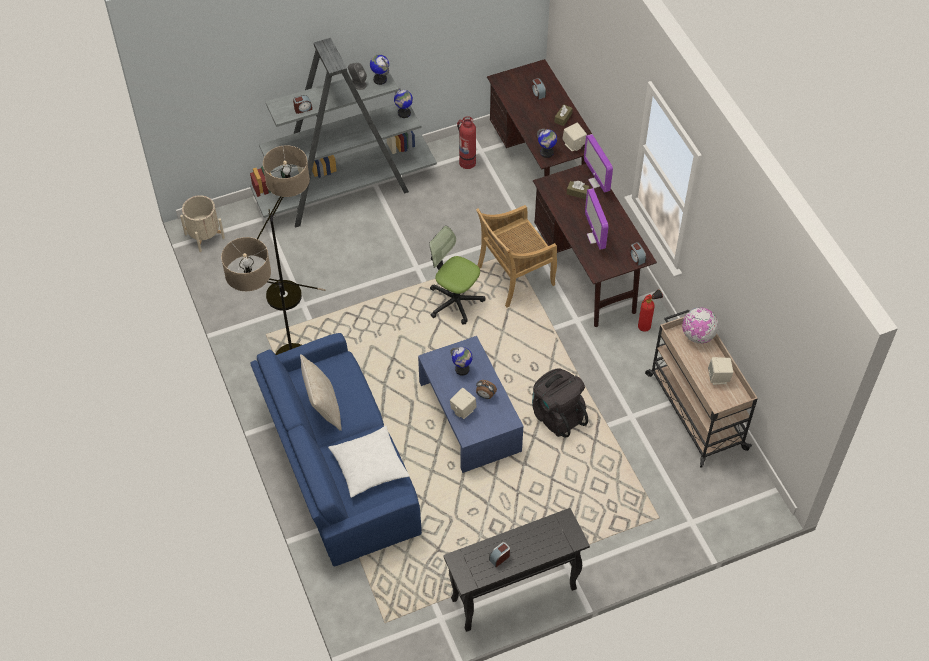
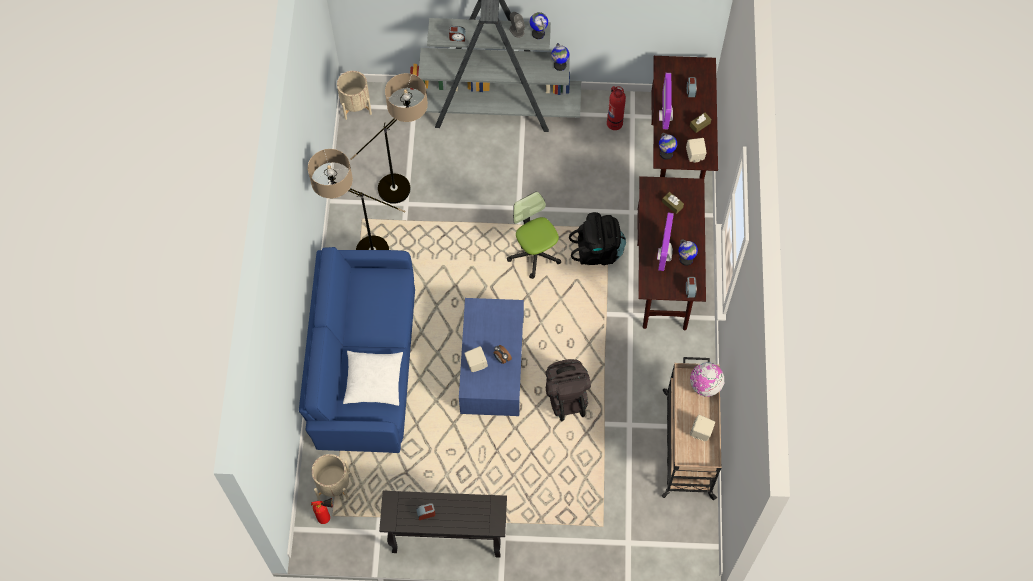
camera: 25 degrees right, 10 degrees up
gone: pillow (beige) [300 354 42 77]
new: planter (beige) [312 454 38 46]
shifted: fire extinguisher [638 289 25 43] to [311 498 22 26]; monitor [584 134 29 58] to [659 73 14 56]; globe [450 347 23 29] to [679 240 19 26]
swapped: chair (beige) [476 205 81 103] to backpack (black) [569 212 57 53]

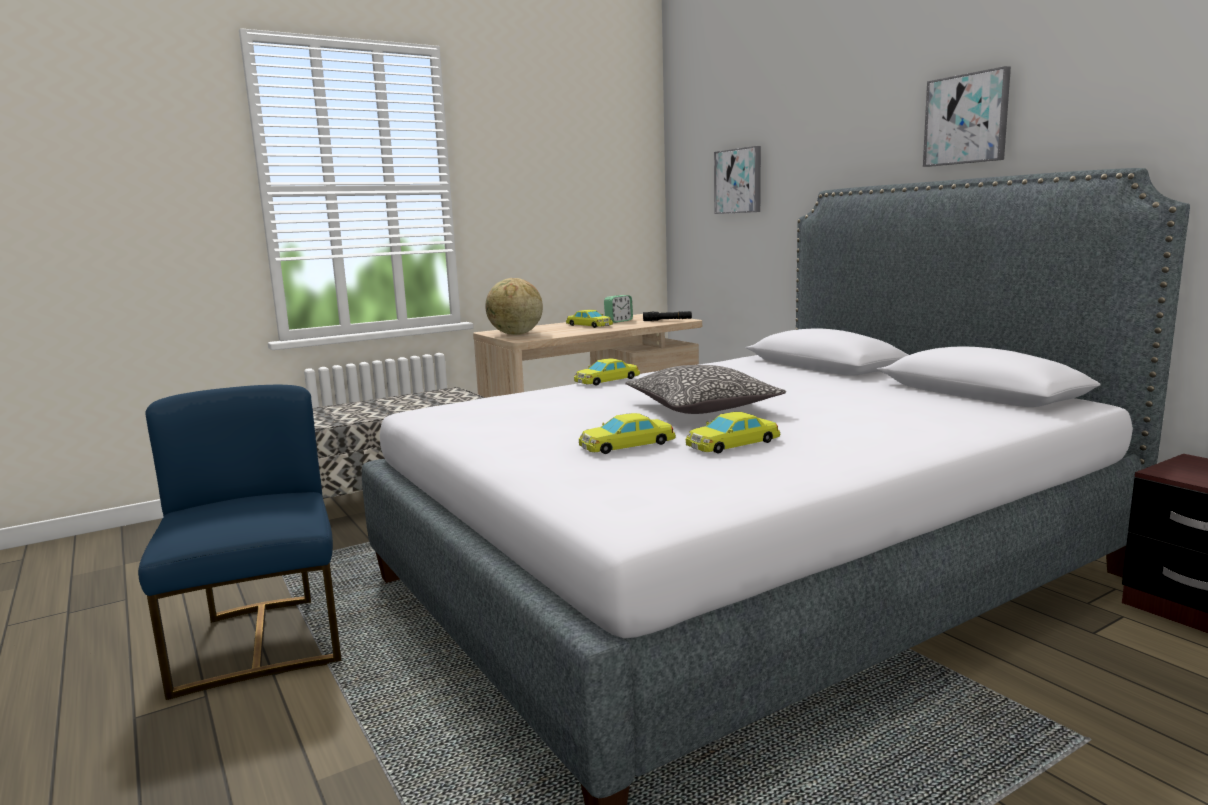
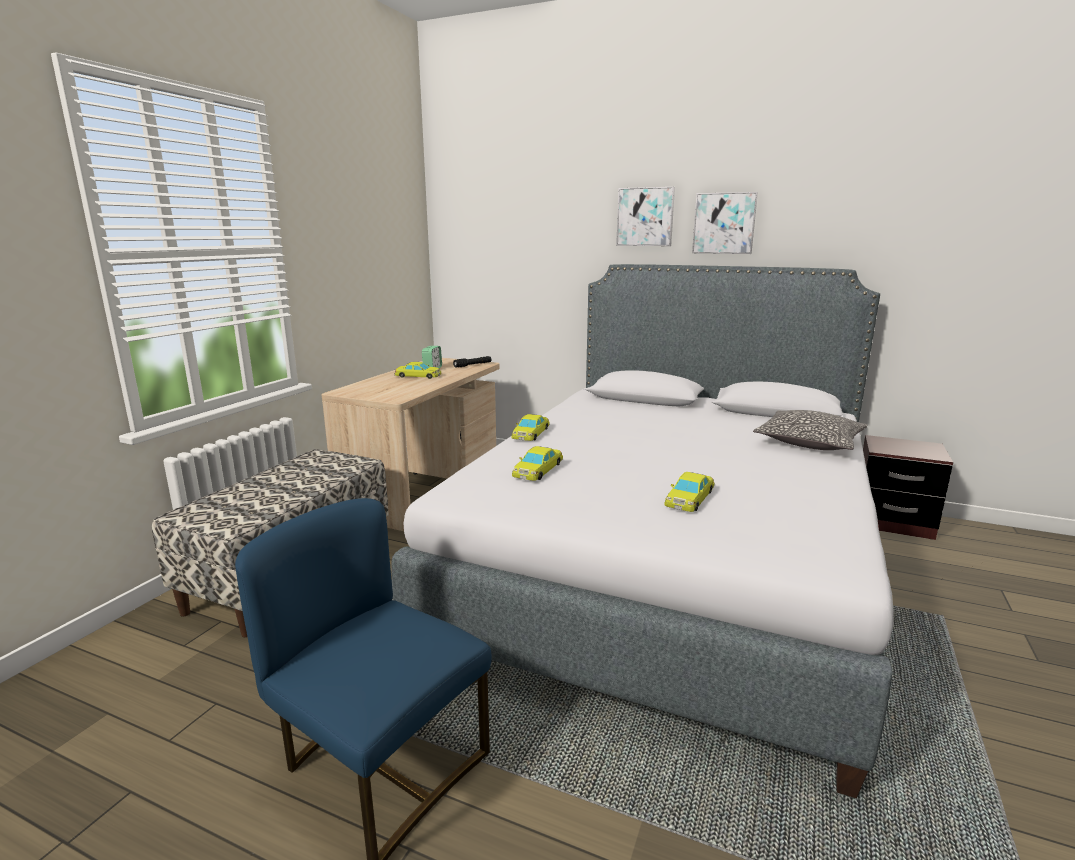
camera: 35 degrees left, 5 degrees up
gone: globe [485 278 58 57]
shifted: toy car (yellow) [686 412 94 42] to [512 446 51 35]; picture [714 146 47 68] to [616 187 59 59]; pillow [625 365 161 49] to [753 410 115 40]

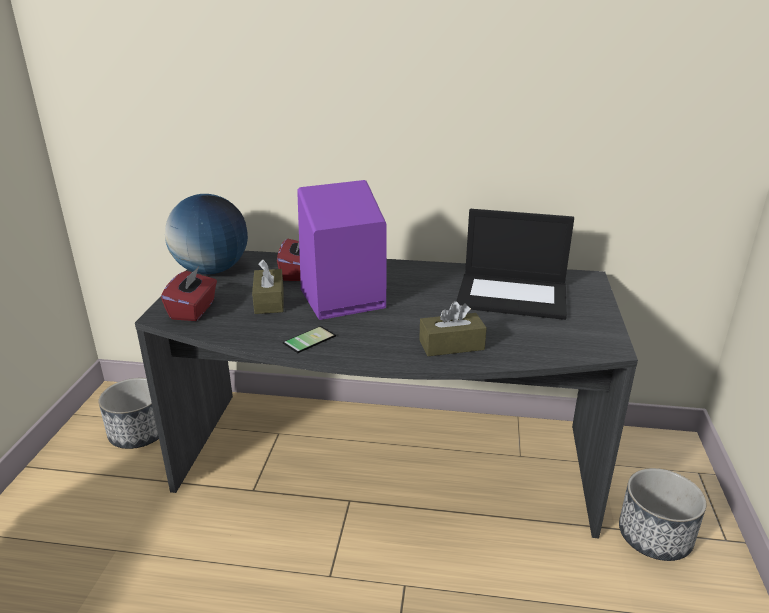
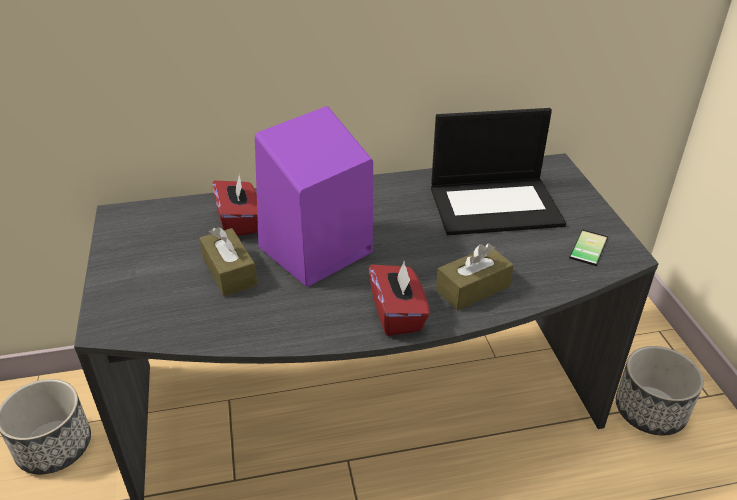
camera: 20 degrees left, 10 degrees up
gone: globe [165 194 83 80]
shifted: tissue box (red) [161 267 56 54] to [369 260 61 76]; phone [283 326 53 27] to [569 229 39 37]

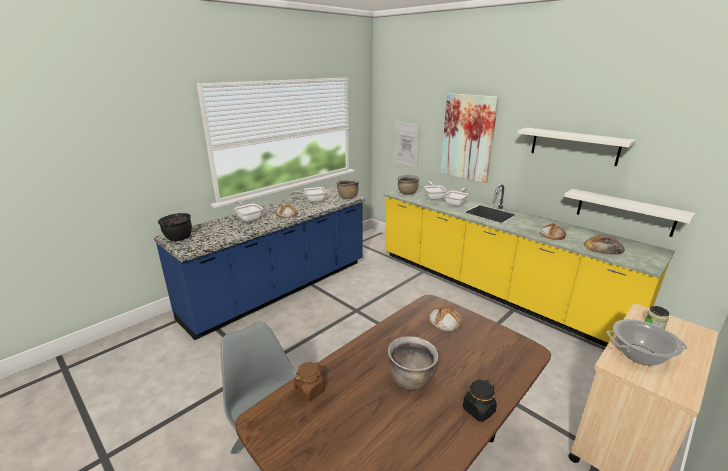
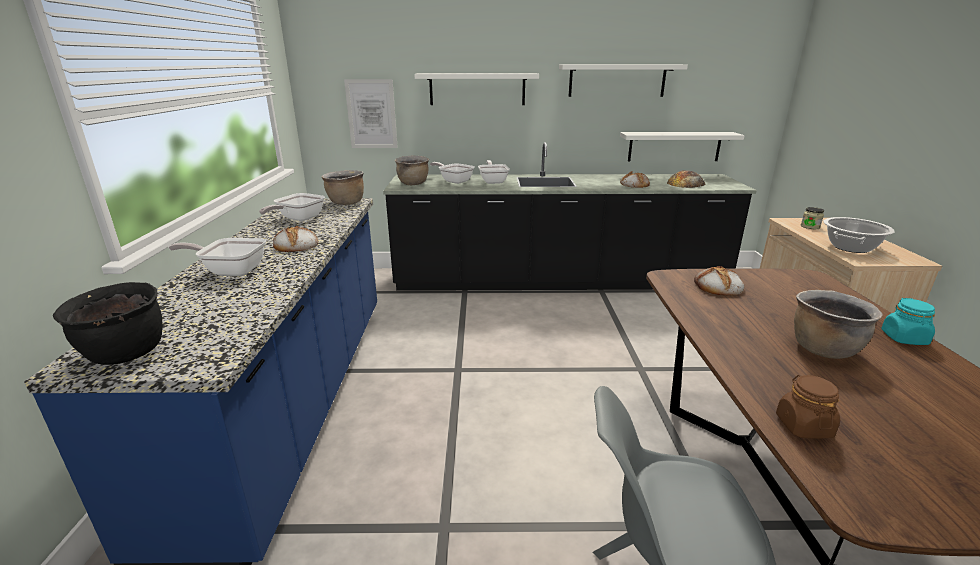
camera: 45 degrees left, 0 degrees up
swapped: picture [441 93 58 90] to shelf (white) [414 73 125 32]
repainted: counter (yellow) [384 184 291 163] to counter (black) [383 142 374 149]; jar (black) [463 380 34 42] to jar (turquoise) [881 298 54 47]

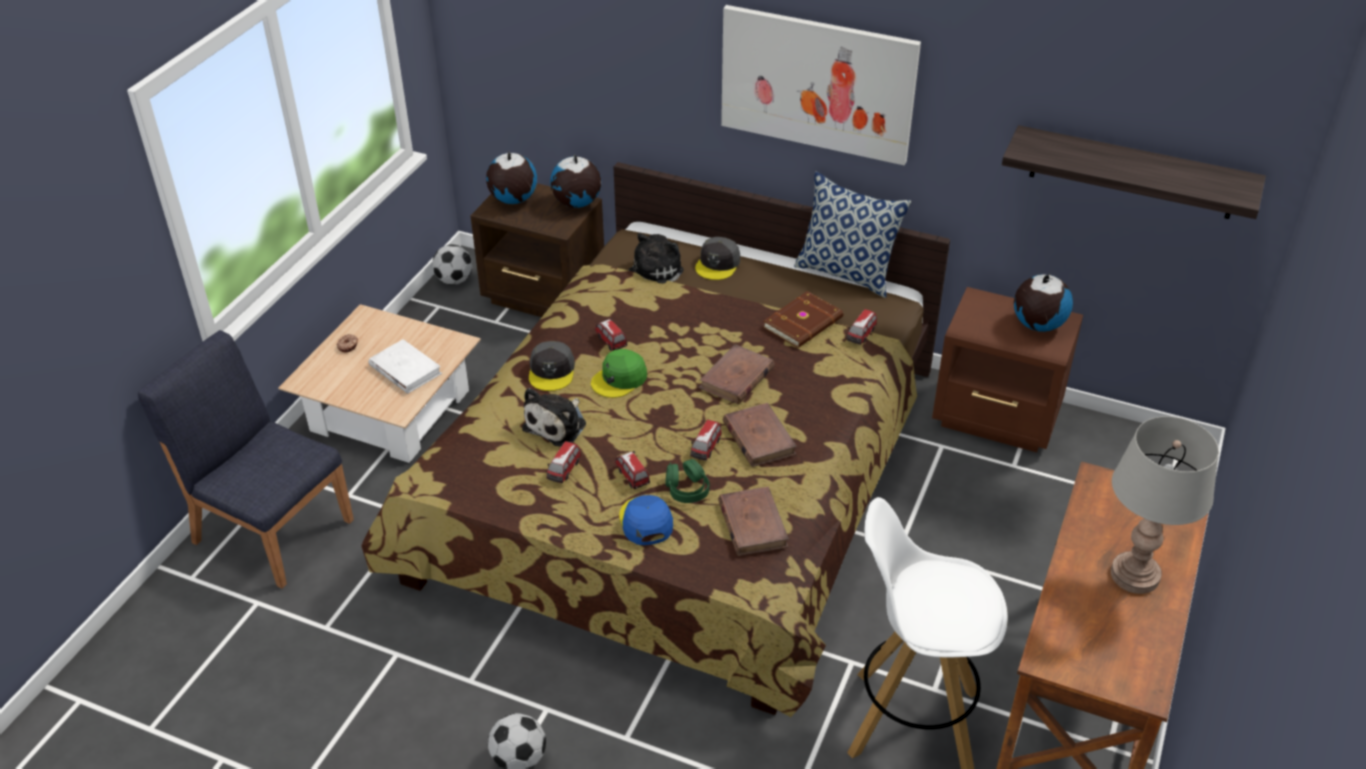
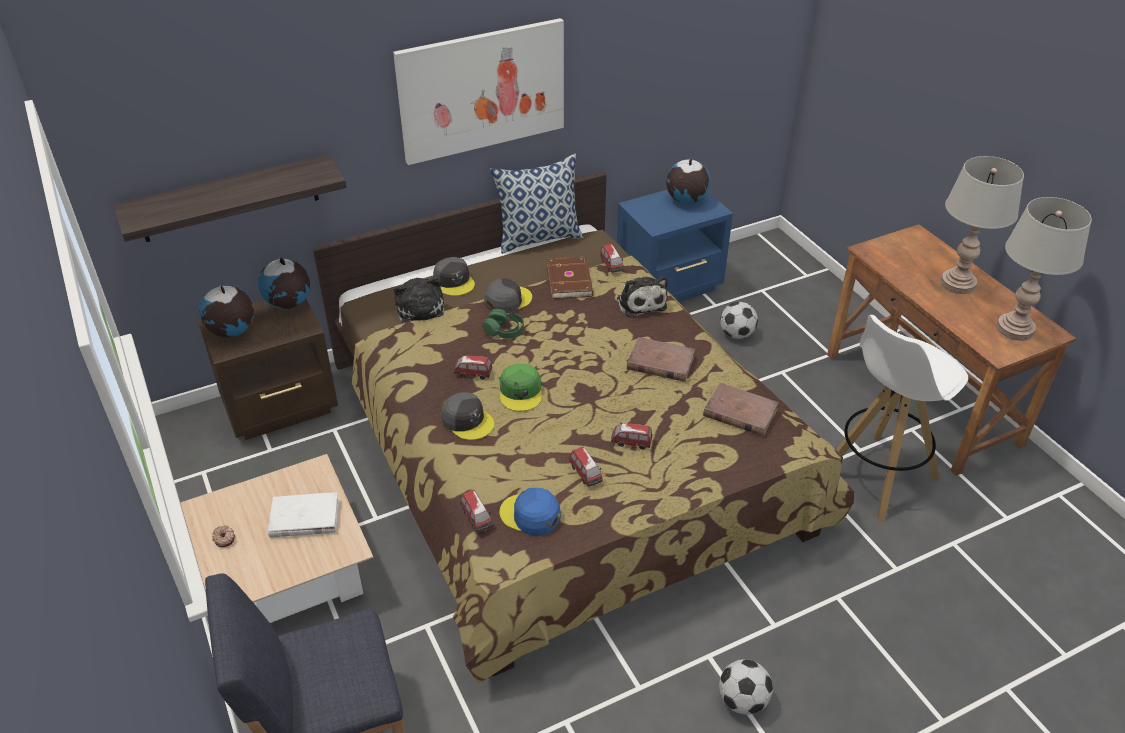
camera: 50 degrees left, 0 degrees up
gone: book (brown) [698 344 77 60]
new: cap (grey) [484 278 48 35]; table lamp (grey) [997 197 95 144]
shifted: shelf [1002 125 264 94] to [113 154 233 88]; toy car [690 419 32 42] to [460 490 33 42]; headphones (green) [666 459 43 44] to [482 309 42 30]; cap (blue) [619 495 54 50] to [499 488 62 48]; plush toy [522 388 64 59] to [617 276 51 42]; football [432 245 40 40] to [720 302 38 37]
repainted: nightstand (brown) [932 287 151 165] to nightstand (blue) [617 190 116 112]

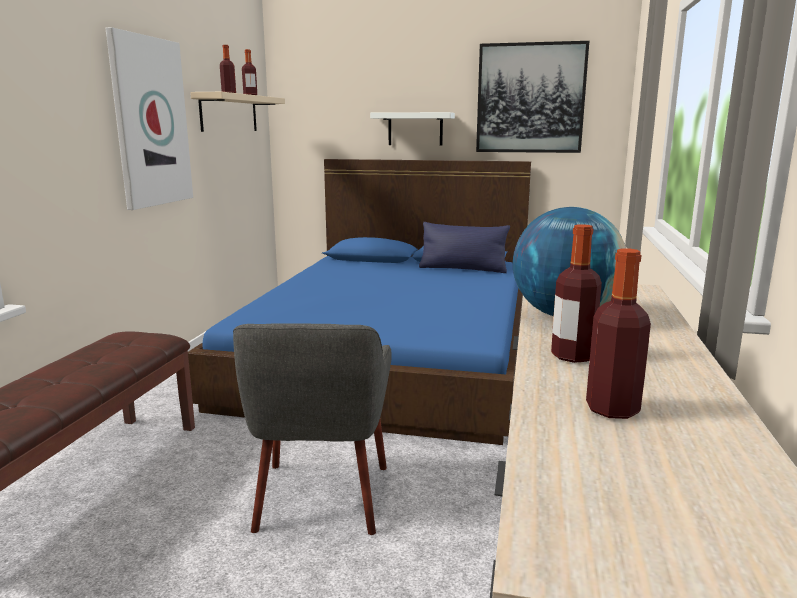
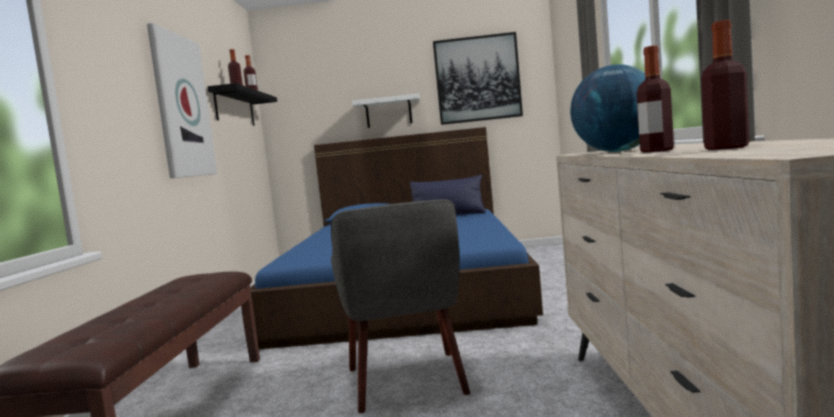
camera: 10 degrees left, 10 degrees down
repainted: shelf (beige) [190 92 95 40] to shelf (black) [207 83 70 43]

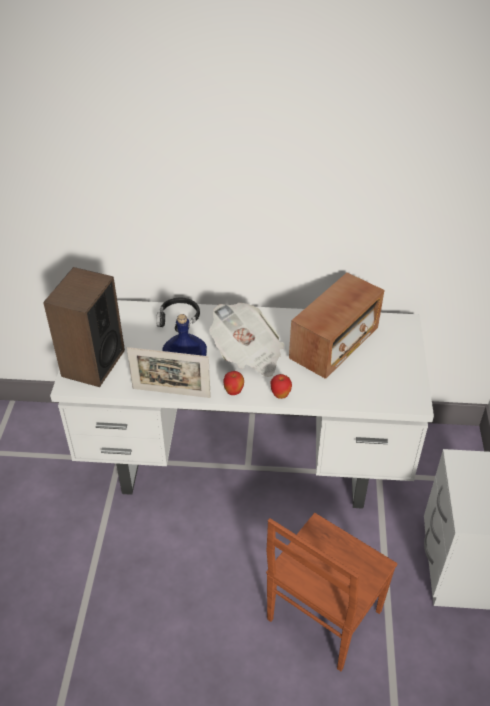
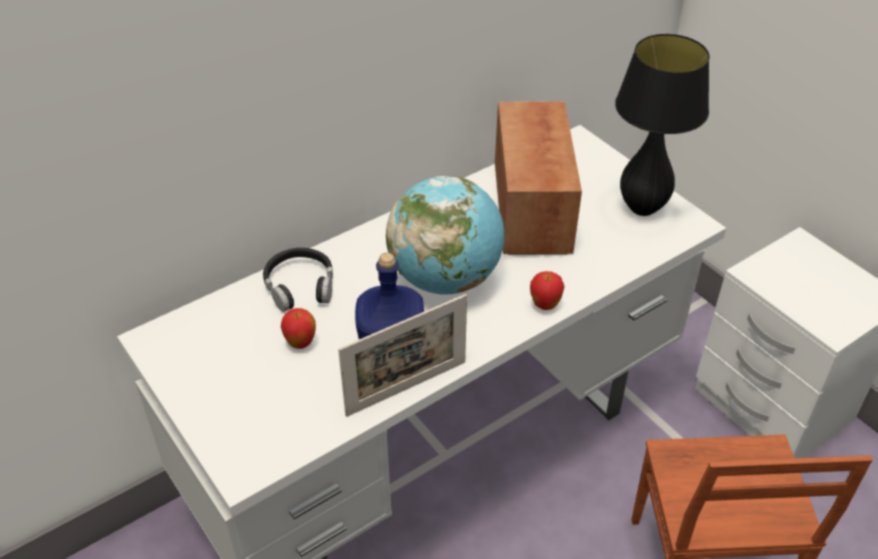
camera: 40 degrees left, 0 degrees up
gone: speaker [43 267 82 120]
new: table lamp (black) [615 34 95 182]
shifted: apple [223 371 21 24] to [281 308 35 41]
swapped: newspaper [209 303 75 74] to globe [386 176 118 119]

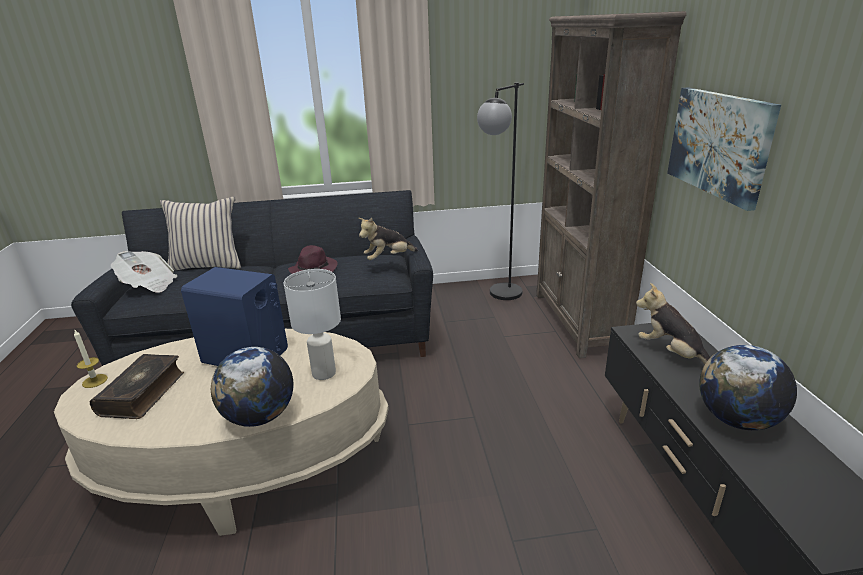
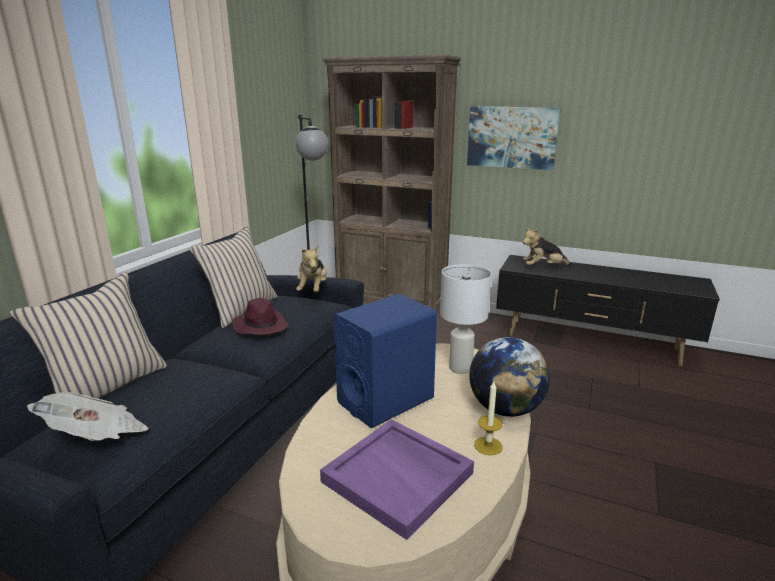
camera: 60 degrees left, 5 degrees down
gone: globe [699 345 98 85]
new: pillow (beige) [189 226 89 102]
shifted: candle [74 330 34 58] to [474 381 29 74]
swapped: book [90 354 94 65] to tray (purple) [320 419 154 121]

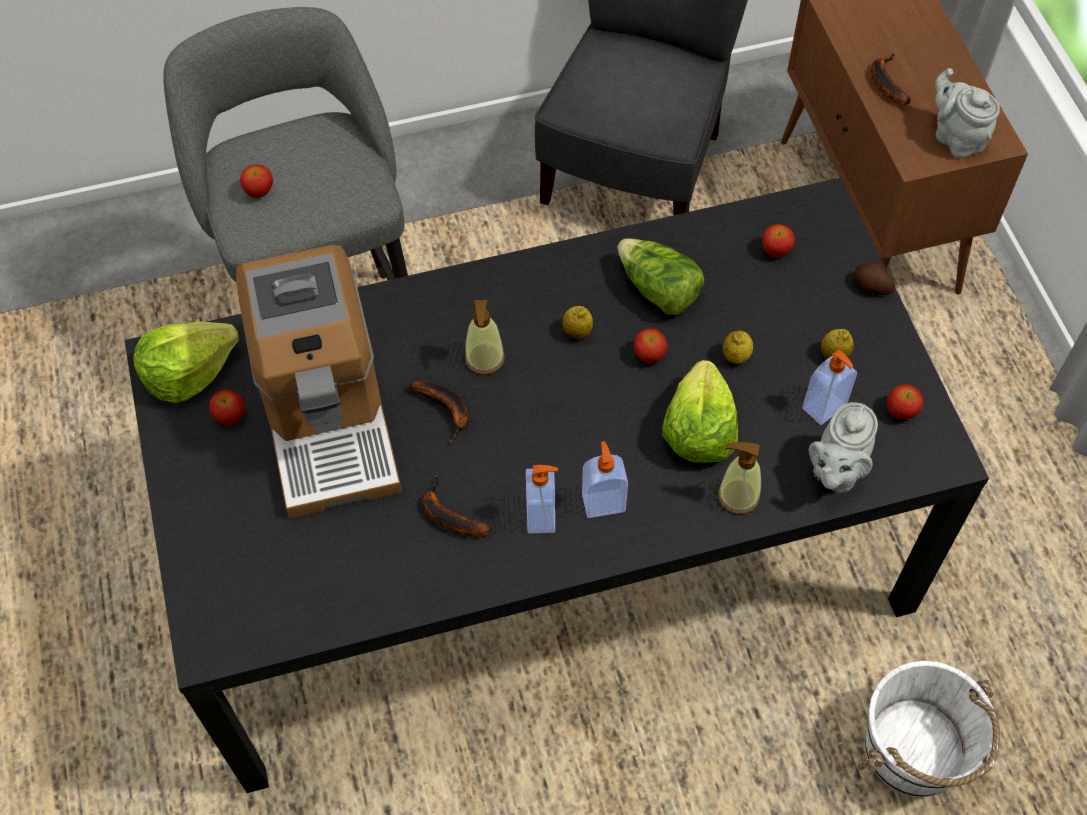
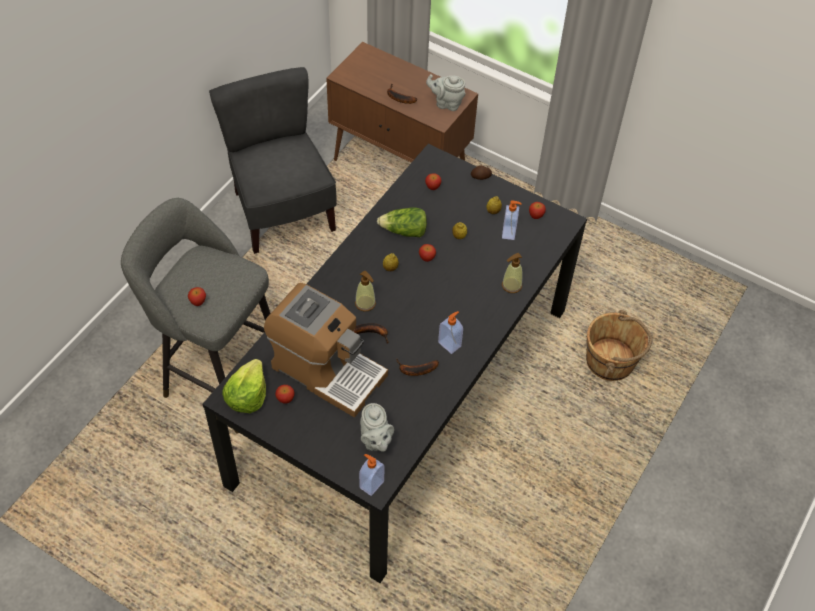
camera: 45 degrees left, 5 degrees down
gone: lettuce [662 360 76 103]
shifted: soap dispenser [582 441 46 77] to [359 454 26 42]; teapot (grey) [809 402 69 91] to [360 403 34 49]
repainted: bucket (white) [857 661 143 136] to bucket (brown) [586 310 67 71]

